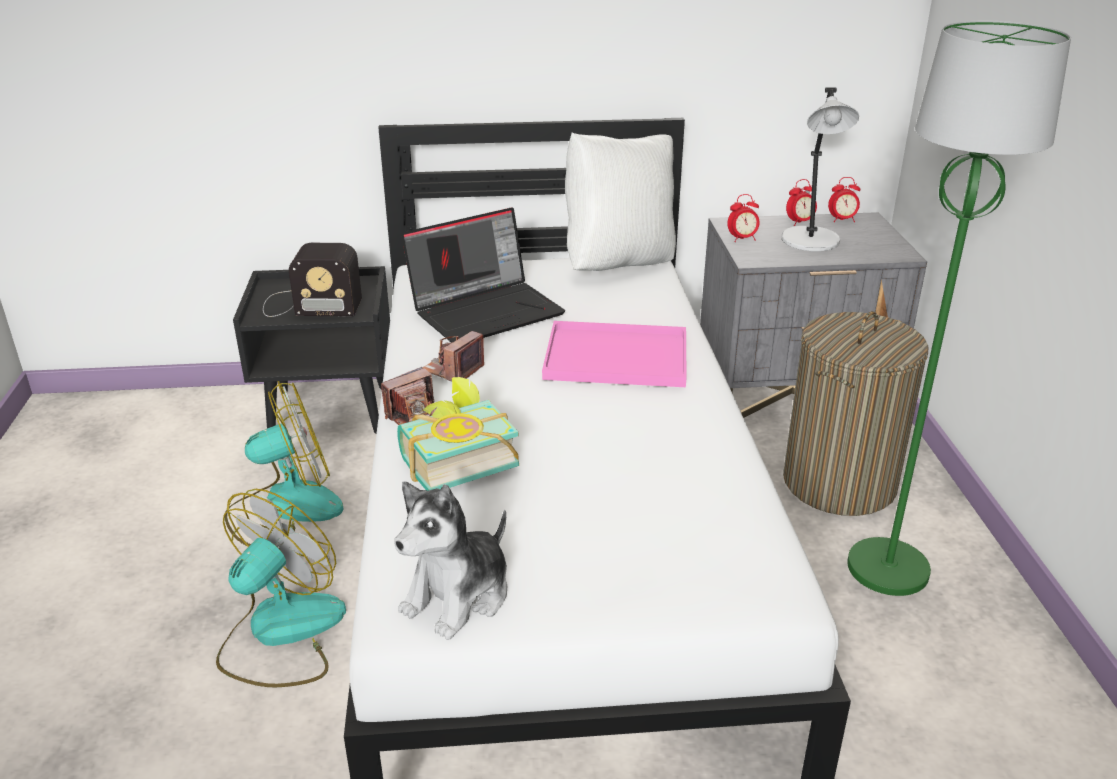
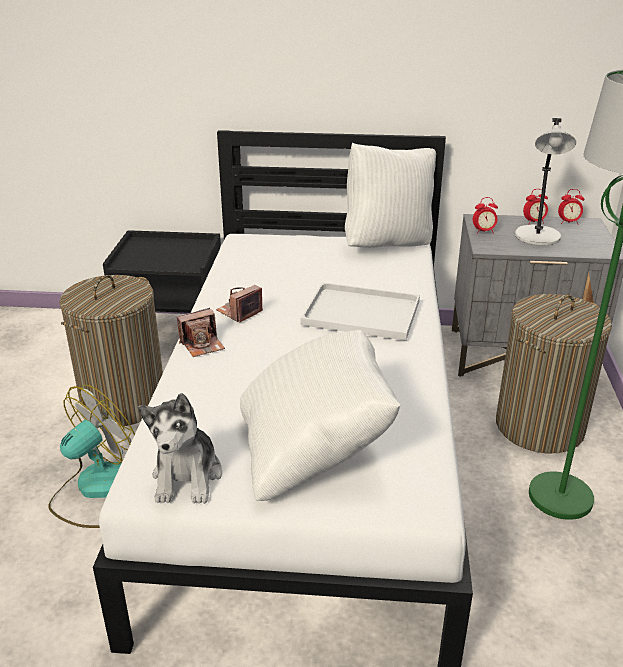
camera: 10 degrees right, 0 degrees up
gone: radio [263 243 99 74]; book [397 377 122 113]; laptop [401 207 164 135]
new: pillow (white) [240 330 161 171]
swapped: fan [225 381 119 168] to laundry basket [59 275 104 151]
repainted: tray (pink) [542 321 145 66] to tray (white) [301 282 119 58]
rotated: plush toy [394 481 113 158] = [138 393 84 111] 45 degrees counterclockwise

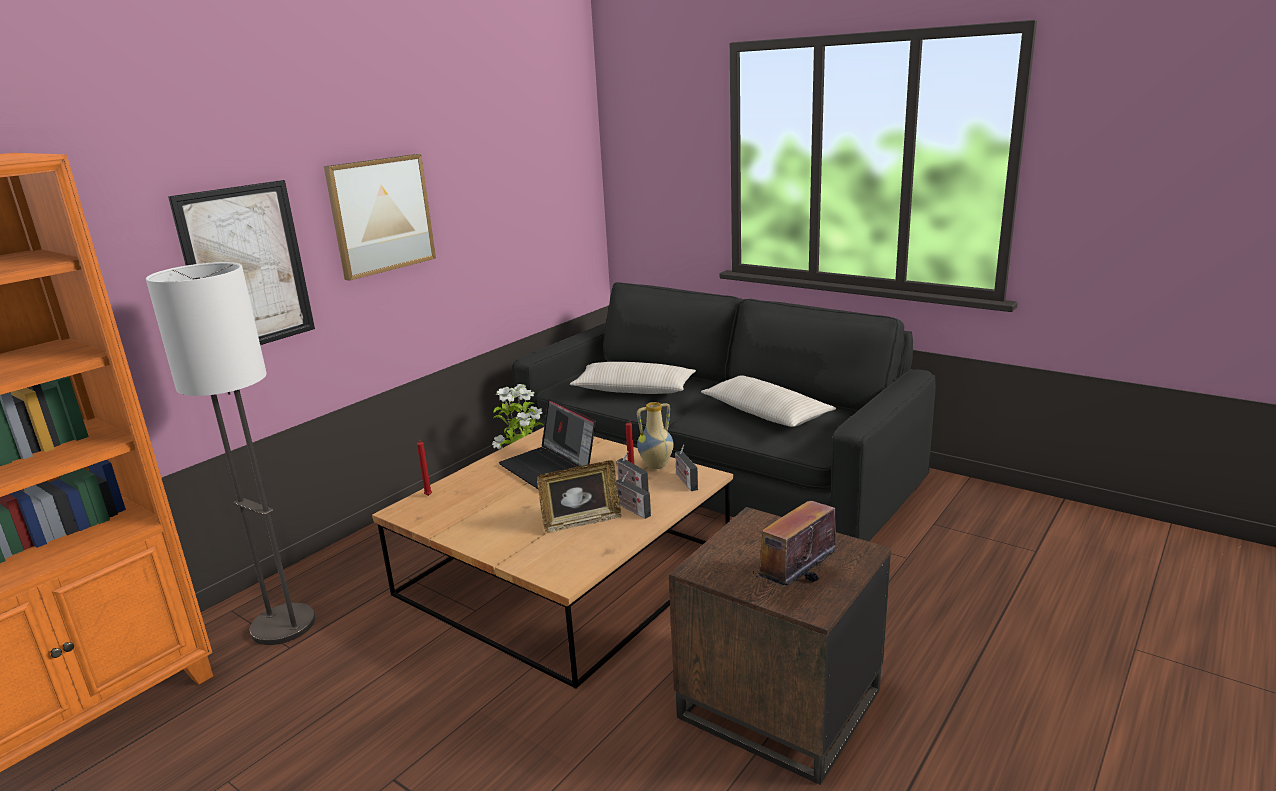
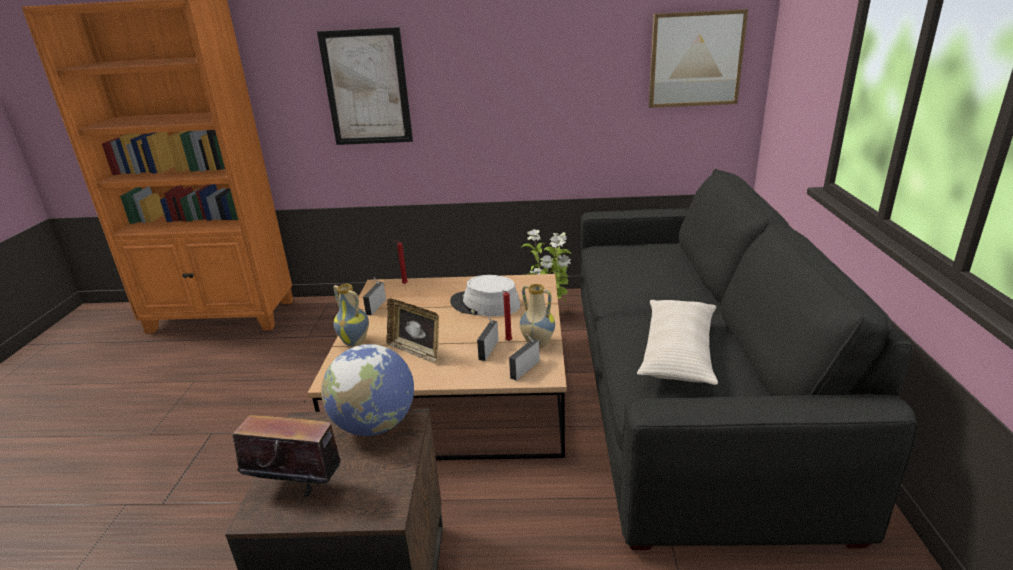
camera: 55 degrees right, 5 degrees up
gone: floor lamp [146 262 169 383]; pillow (beige) [570 362 126 32]
new: globe [321 344 93 92]; vase [333 284 36 62]
shifted: radio [616 471 35 48] to [363 277 23 38]; picture [324 154 112 127] to [649 9 99 99]
swapped: laptop [499 399 97 90] to hat (grey) [450 275 71 41]

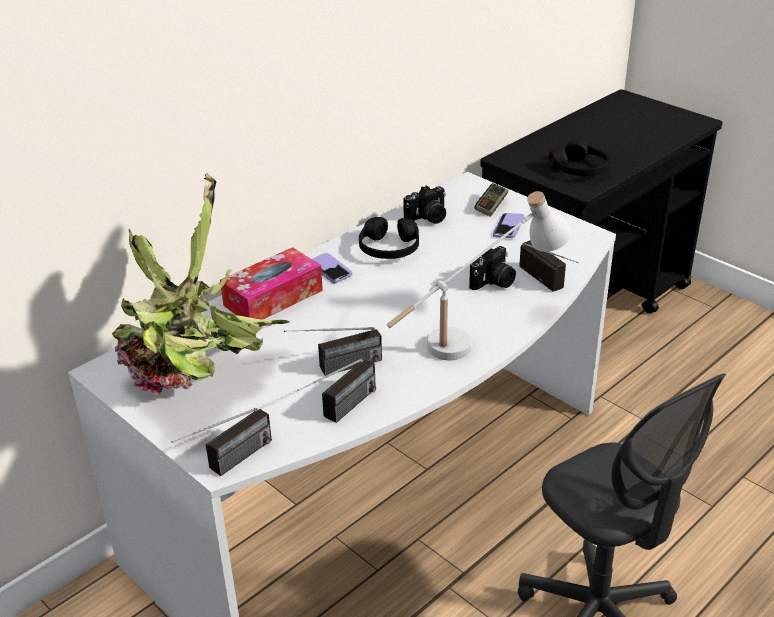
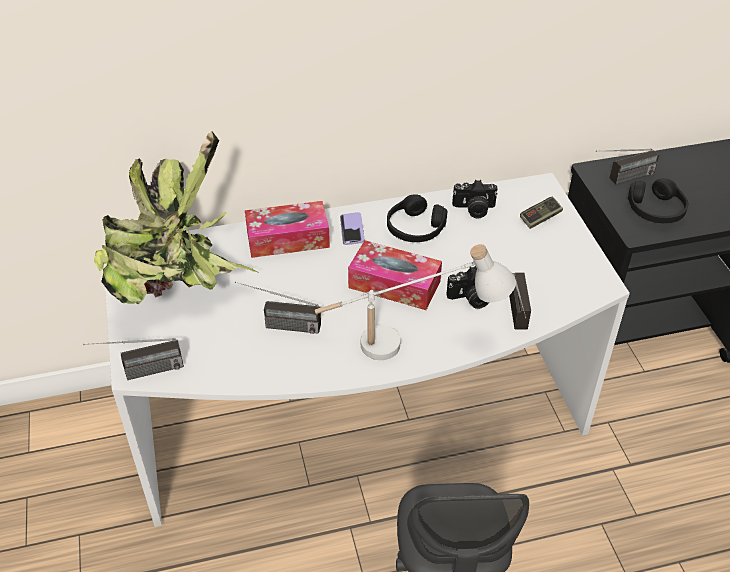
camera: 30 degrees right, 10 degrees up
gone: phone [493 213 31 25]
new: tissue box [348 240 94 70]
shifted: radio [297 359 79 64] to [596 149 63 36]

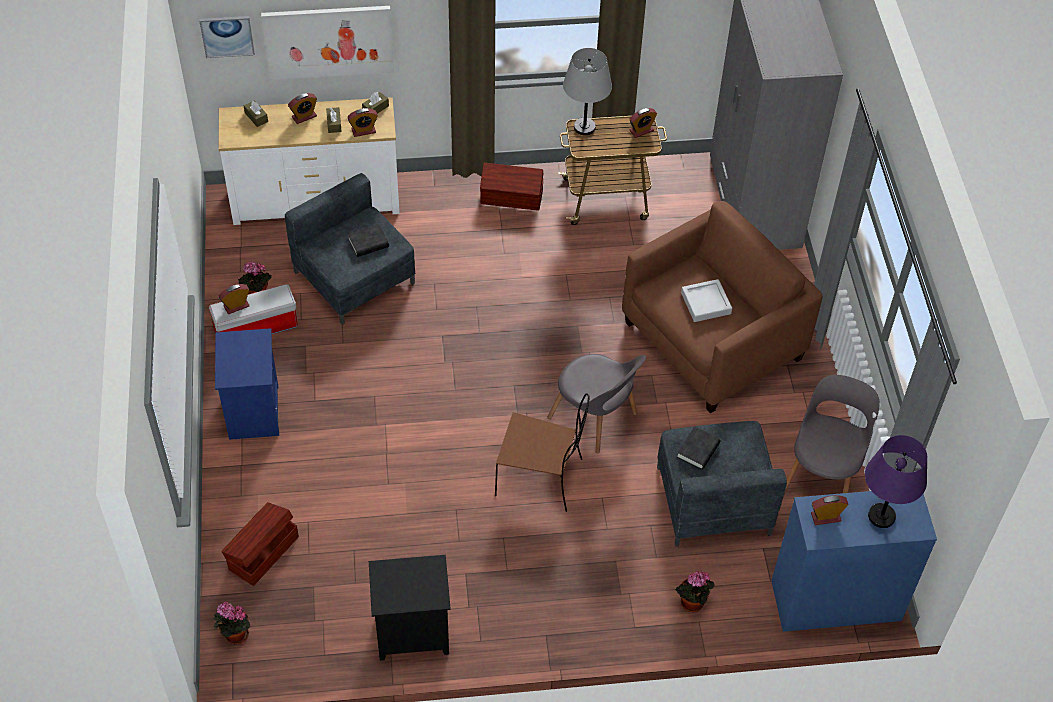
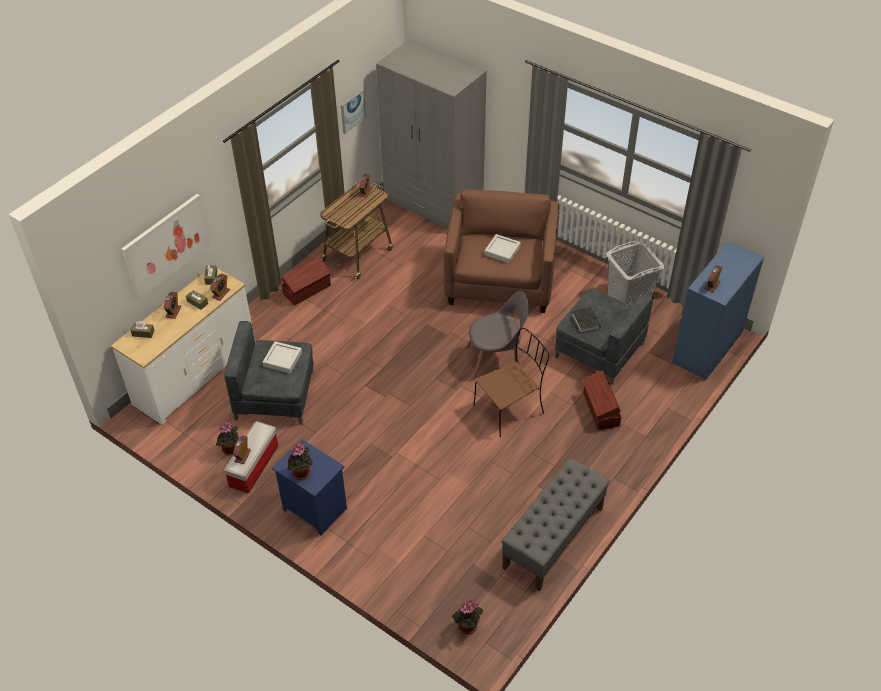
camera: 45 degrees left, 5 degrees down
gone: table lamp (grey) [563 48 49 87]; table lamp (purple) [865 435 62 93]
shifted: potted plant [675 571 39 41] to [287 443 26 37]; picture [199 16 56 42] to [341 89 25 45]; storage box (brown) [221 502 78 84] to [582 370 40 60]
swapped: book (black) [348 224 41 33] to tray (grey) [263 341 39 32]; nightstand (black) [369 555 82 106] to bench (grey) [502 458 108 133]; chair (grey) [784 375 96 119] to laundry basket (grey) [606 241 59 65]

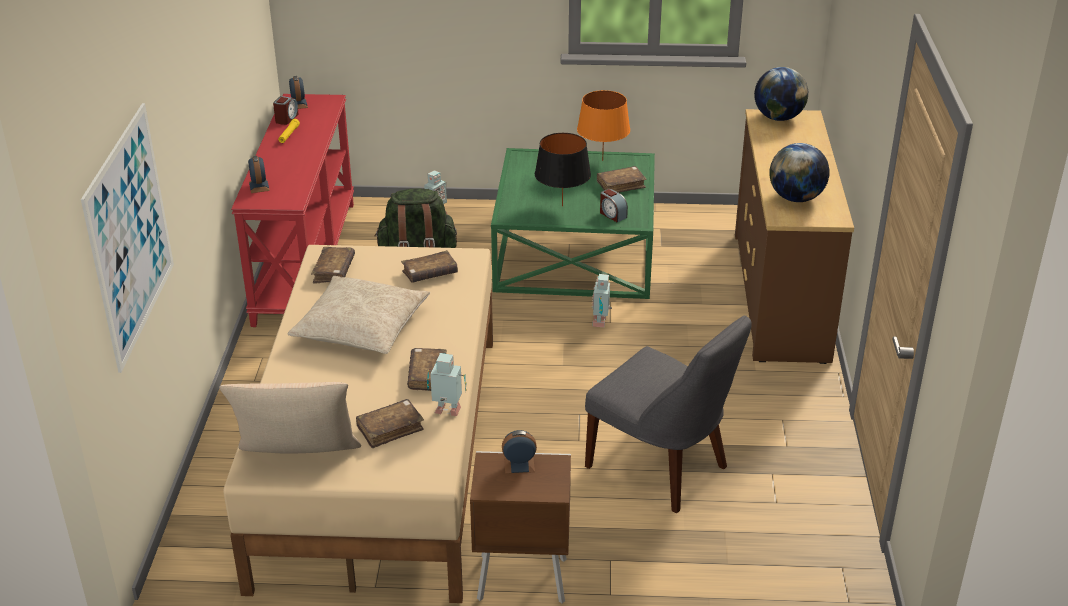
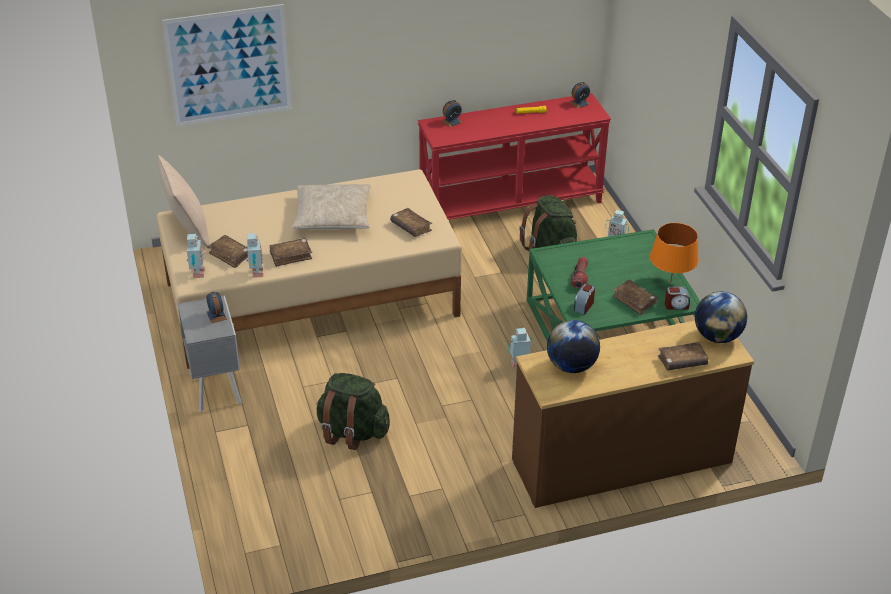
camera: 70 degrees right, 5 degrees up
new: toy robot [187 234 18 44]
shifted: book (brown) [311 247 44 37] to [658 342 50 29]; alarm clock [273 96 25 29] to [665 286 25 24]
swapped: chair (grey) [585 315 167 198] to backpack (green) [316 373 74 77]; table lamp (black) [535 133 56 74] to flashlight [571 257 17 31]
repainted: nightstand (brown) [470 451 101 153] to nightstand (grey) [177 295 65 117]

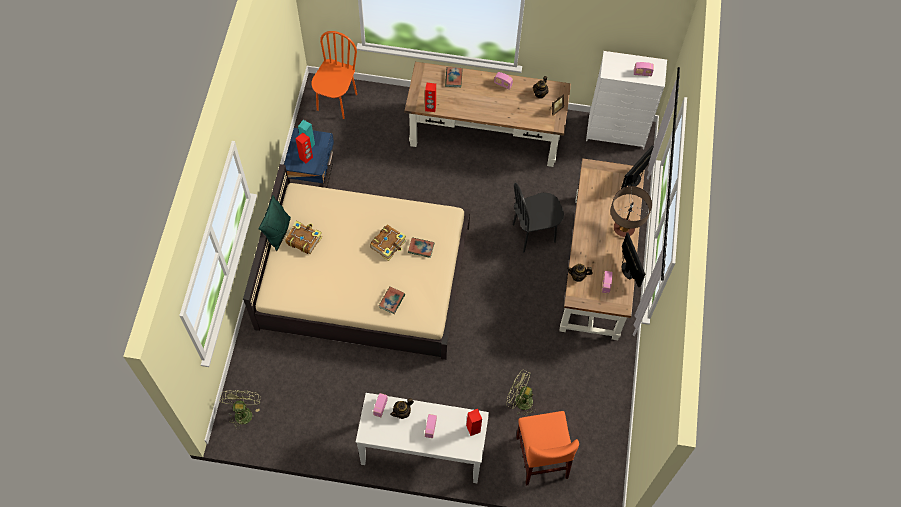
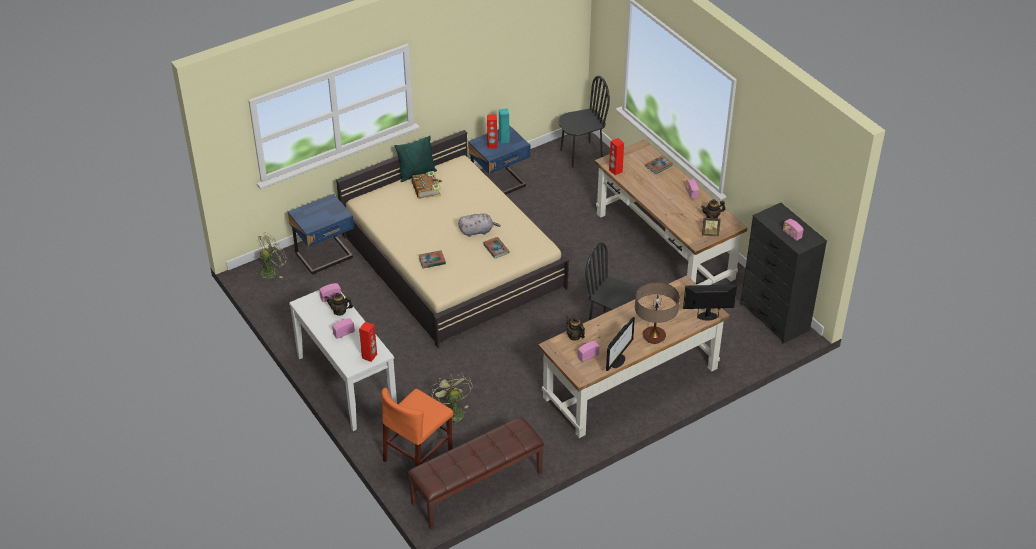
camera: 50 degrees right, 20 degrees down
new: nightstand (blue) [288 194 66 81]; bench (brown) [407 417 137 112]
swapped: book [370 224 36 37] to plush toy (grey) [458 213 43 24]
repainted: chair (orange) [311 31 46 88] to chair (black) [558 76 52 92]; dresser (white) [586 51 81 98] to dresser (black) [740 203 87 141]

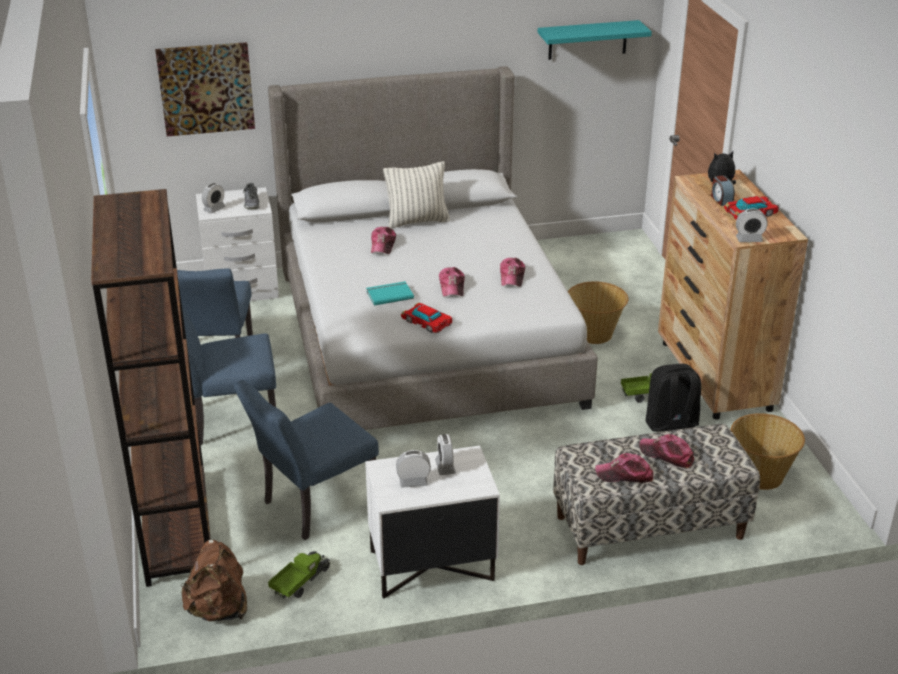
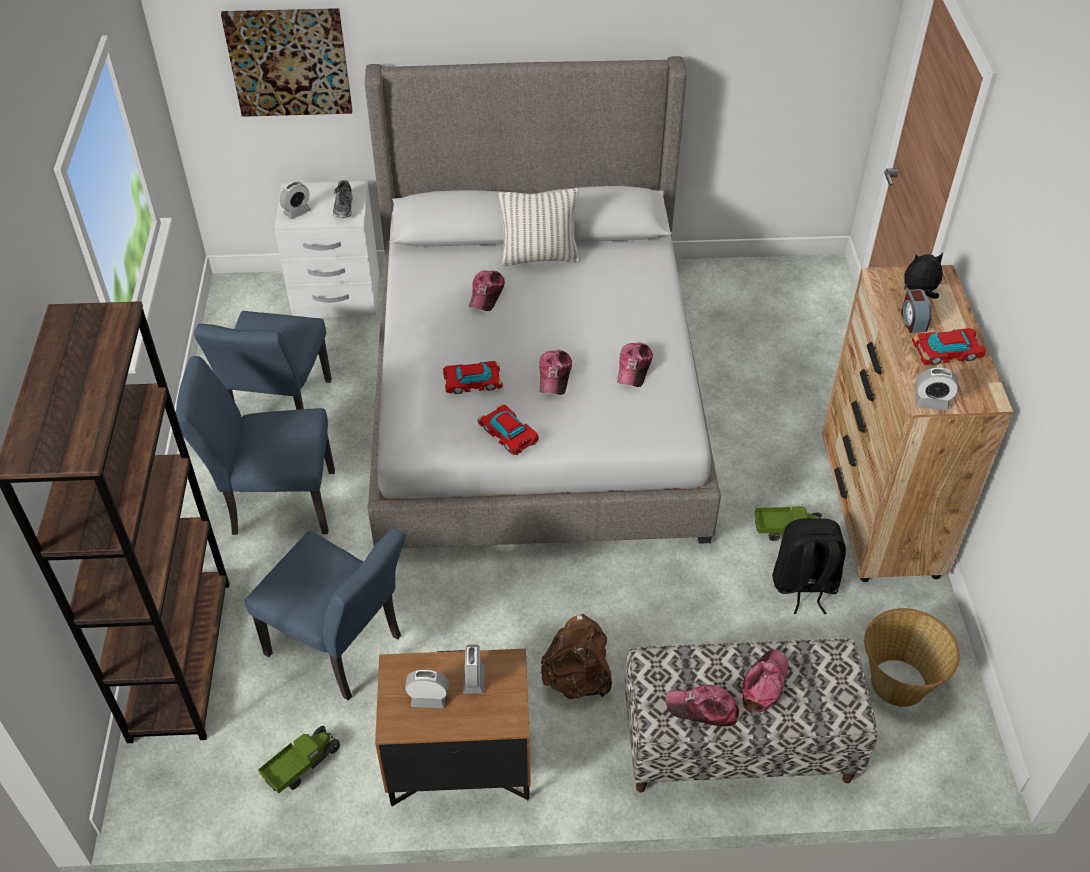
camera: 10 degrees right, 15 degrees up
gone: shelf (turquoise) [538 20 114 40]; basket [568 281 60 63]
shifted: backpack (brown) [181 540 66 81] to [540 614 72 85]
swapped: book (turquoise) [366 281 48 25] to toy car [443 361 60 33]
repainted: nightstand (white) [365 446 135 153] to nightstand (brown) [375 649 156 157]
rotated: chair (blue) [234 380 145 160] = [245 528 161 172] 120 degrees counterclockwise; cap [639 434 55 34] = [742 649 47 63] 75 degrees clockwise

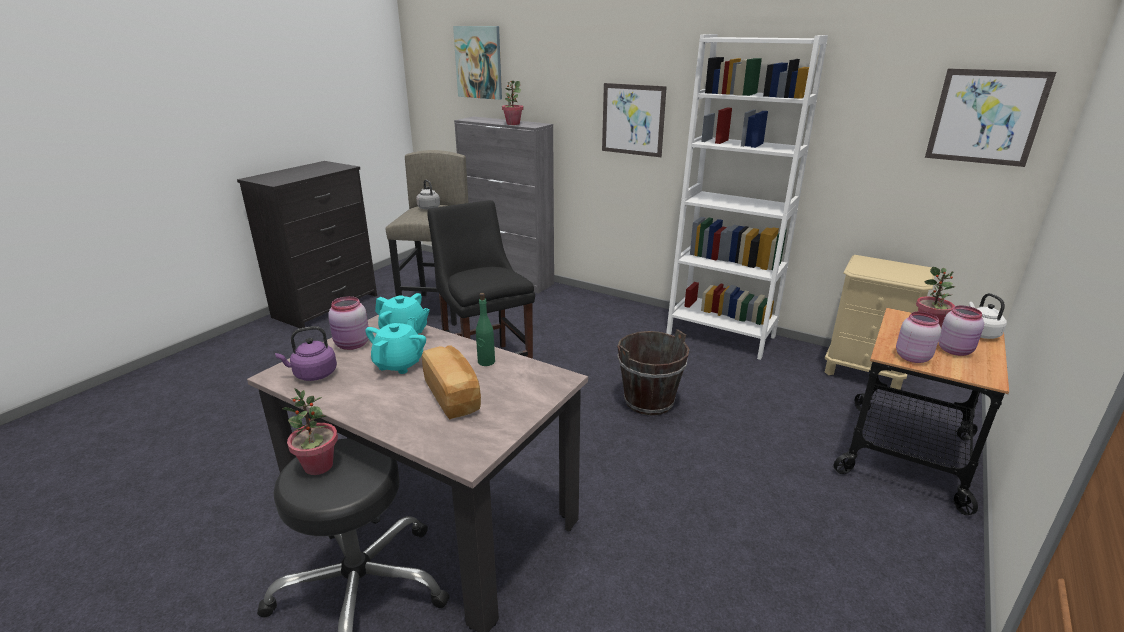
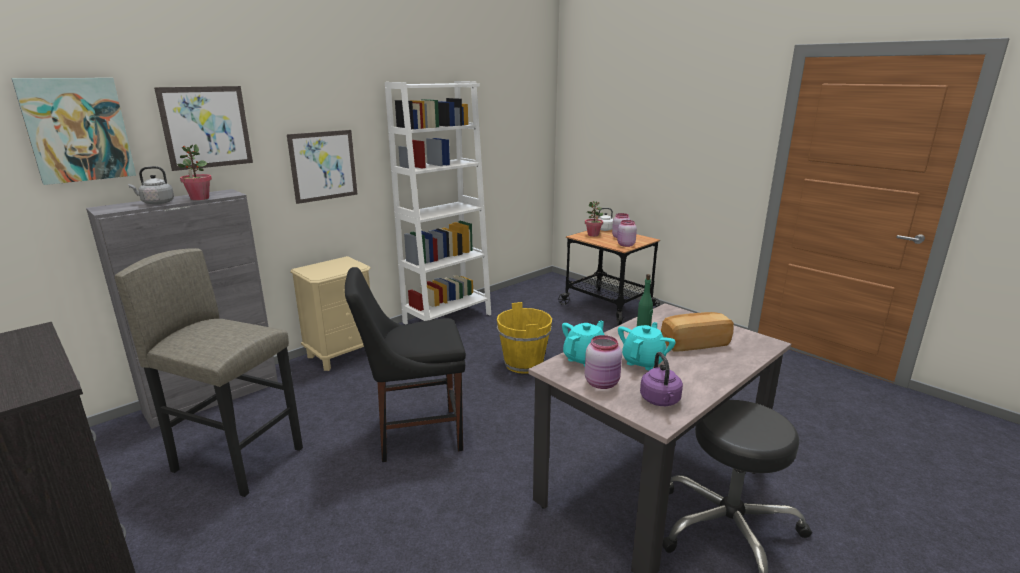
camera: 75 degrees left, 5 degrees down
gone: potted plant [282 388 56 87]
shifted: kettle (grey) [416 180 24 30] to [128 166 46 39]; picture [925 69 131 98] to [154 86 99 85]; nightstand (beige) [825 255 110 135] to [290 256 81 115]
repainted: bucket (brown) [617 329 72 86] to bucket (yellow) [497 302 55 72]
rotated: teapot (turquoise) [365 317 61 57] = [618 322 58 49] 90 degrees clockwise

